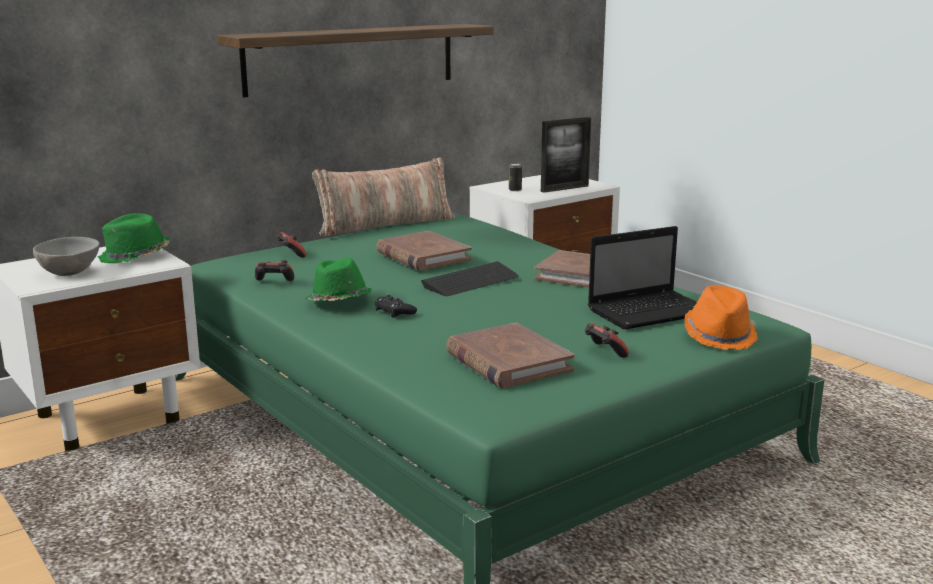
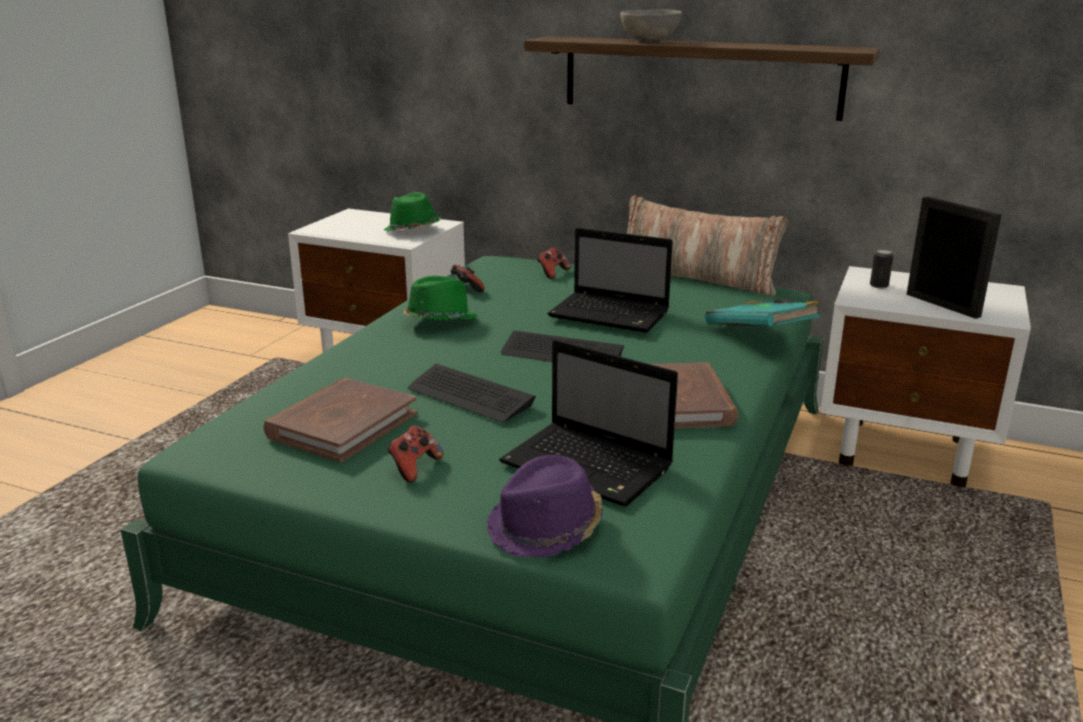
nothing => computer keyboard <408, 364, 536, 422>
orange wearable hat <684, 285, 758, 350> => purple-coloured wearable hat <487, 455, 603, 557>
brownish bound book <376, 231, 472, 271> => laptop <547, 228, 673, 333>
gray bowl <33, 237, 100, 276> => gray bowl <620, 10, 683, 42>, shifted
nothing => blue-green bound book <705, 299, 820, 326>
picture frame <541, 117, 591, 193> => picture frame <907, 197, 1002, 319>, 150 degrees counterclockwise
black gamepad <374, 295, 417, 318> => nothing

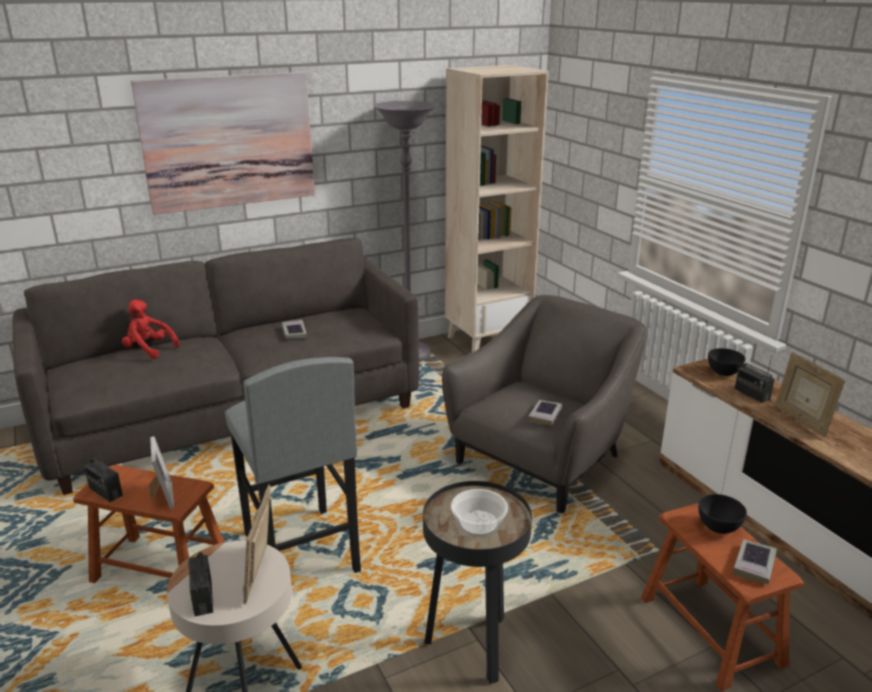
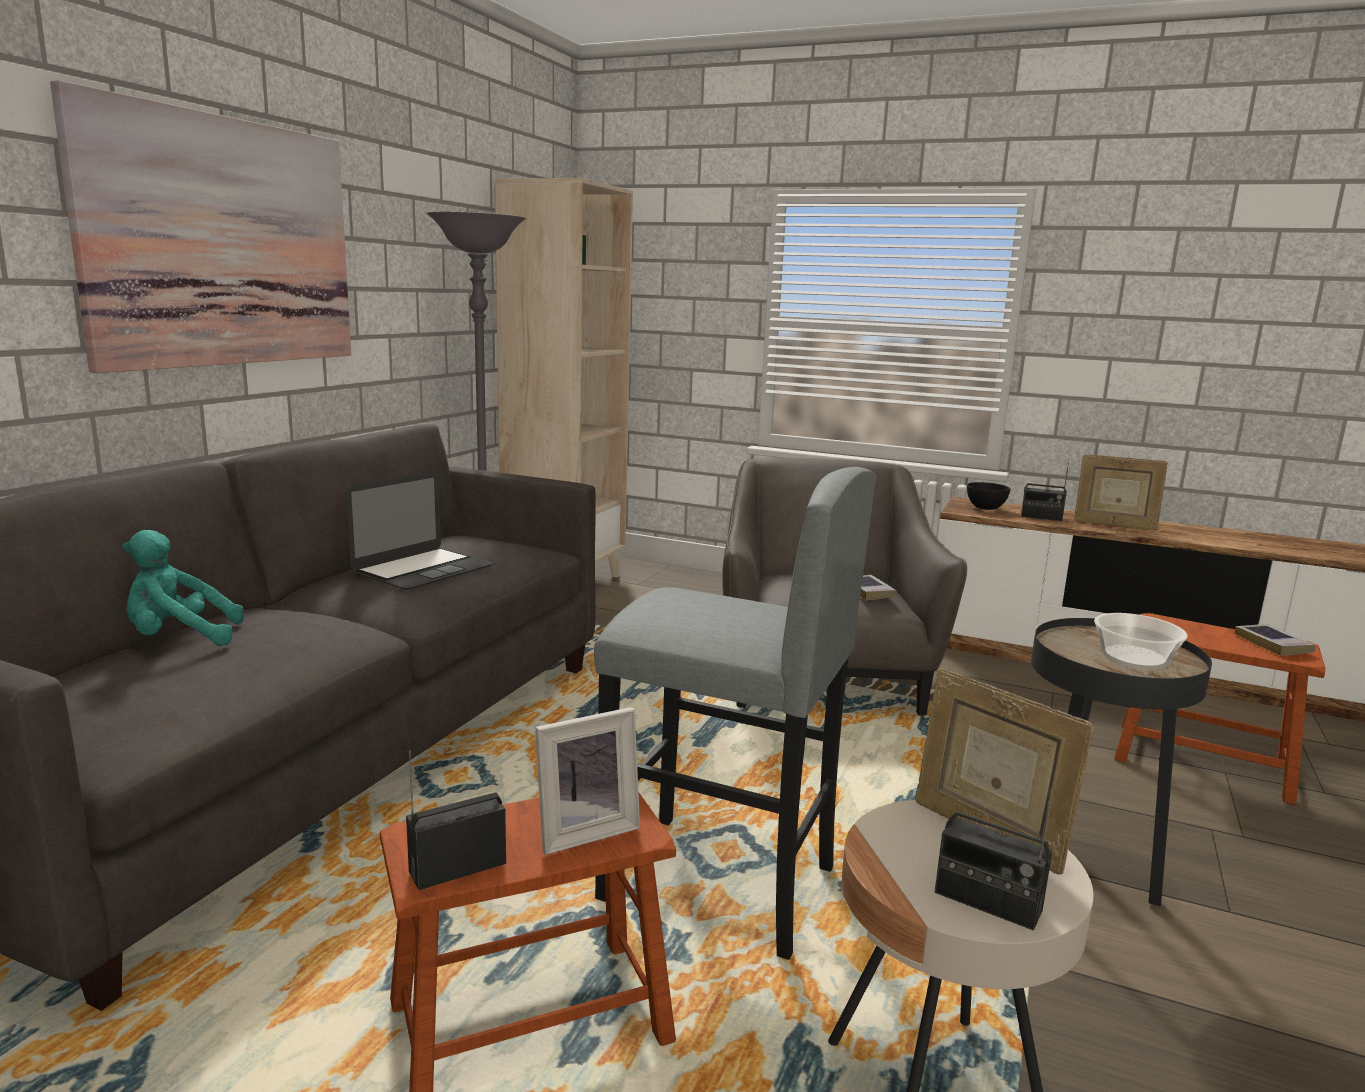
red cuddly toy <122, 300, 180, 359> => blue-green cuddly toy <122, 530, 244, 646>
bound book <282, 320, 307, 339> => laptop <346, 472, 493, 590>
radio set <84, 454, 123, 502> => radio set <406, 751, 506, 890>, 150 degrees clockwise
picture frame <149, 436, 174, 509> => picture frame <535, 707, 640, 855>, 120 degrees clockwise
black bowl <698, 494, 747, 534> => nothing

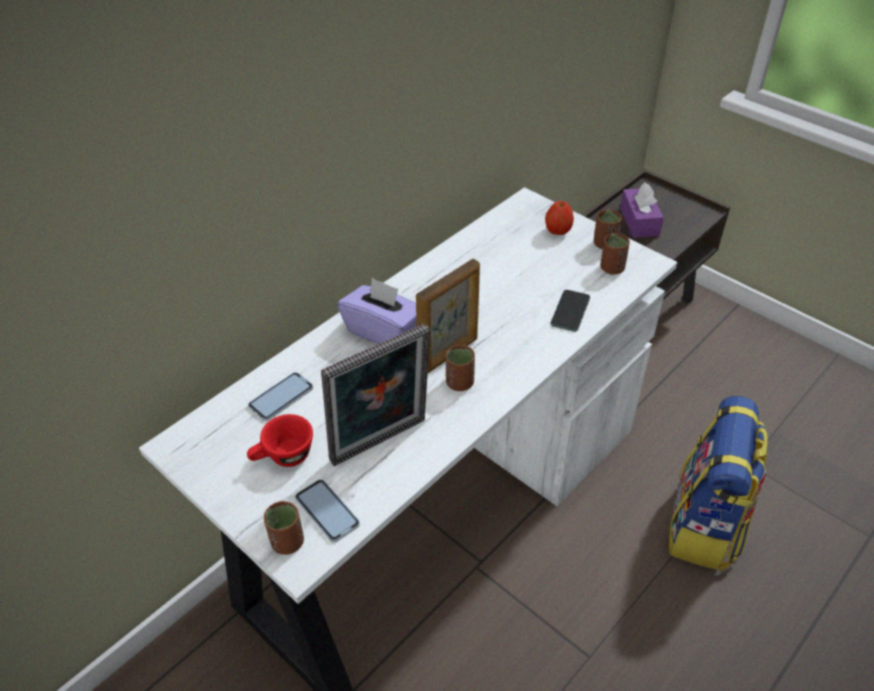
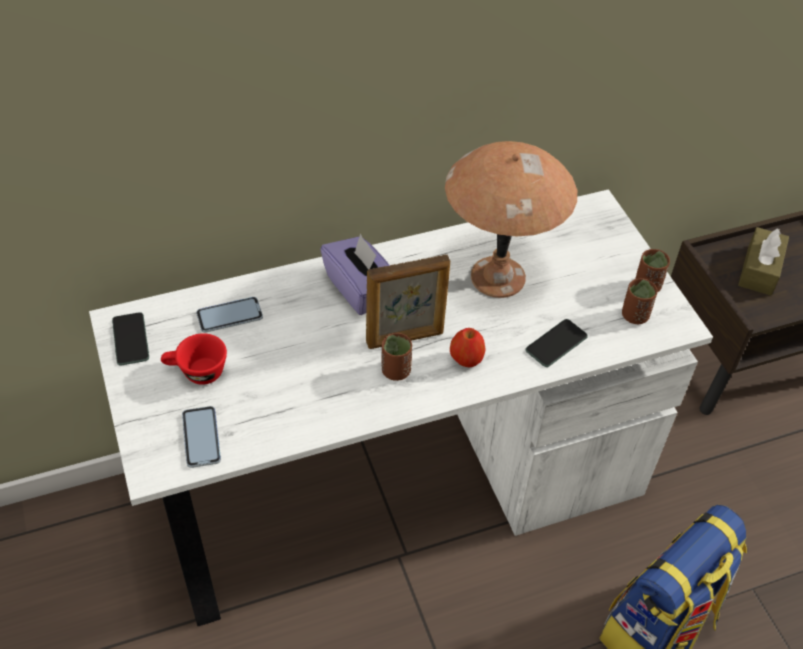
nothing => handset <112, 312, 149, 365>
nothing => brownish lamp for a table <445, 141, 577, 298>
whole apple <545, 201, 574, 235> => whole apple <450, 328, 486, 367>, shifted
purple-coloured tissue holder <620, 182, 664, 238> => brownish tissue holder <738, 227, 789, 296>
brownish small cup <264, 501, 304, 555> => nothing
picture frame <321, 324, 430, 466> => nothing

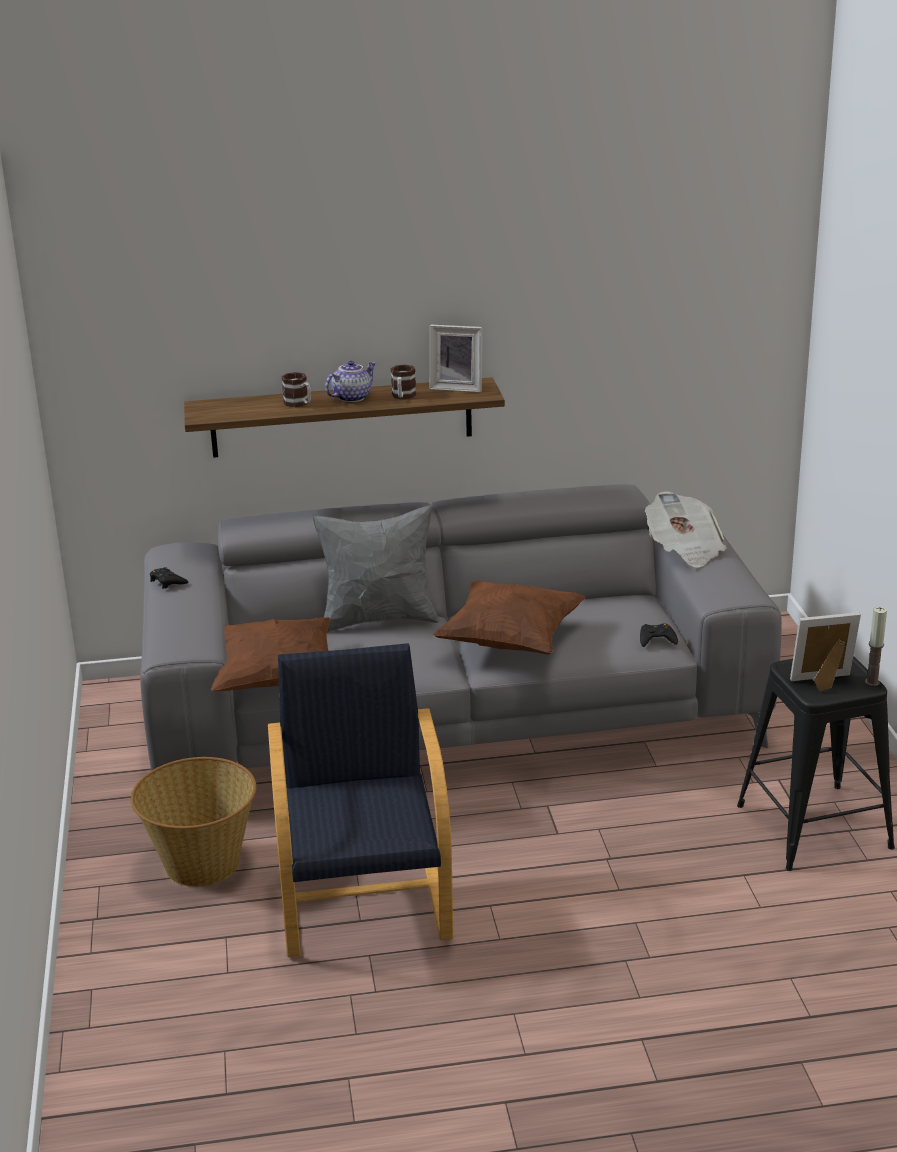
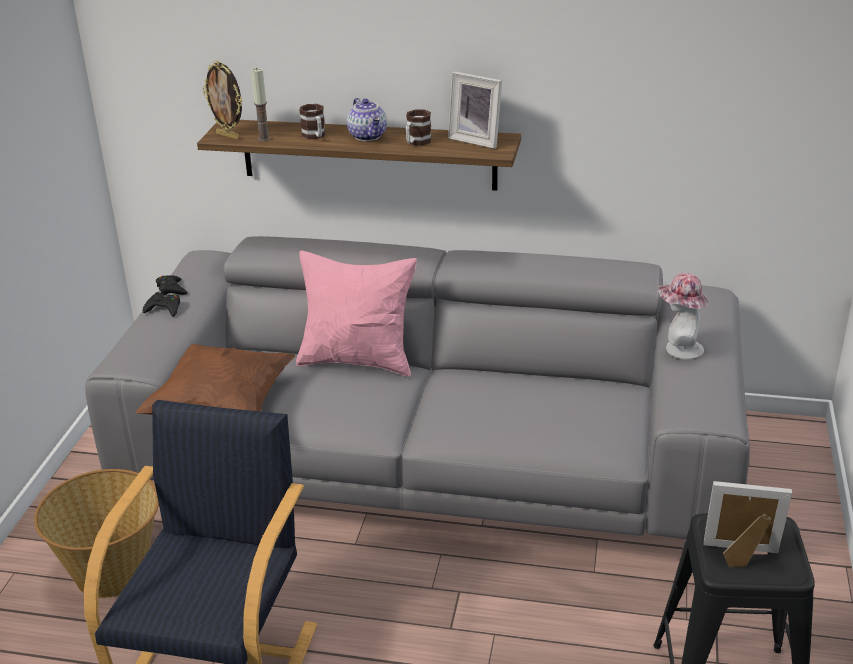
black gamepad <640, 624, 678, 647> => black gamepad <142, 292, 180, 317>, shifted
nothing => picture frame <203, 60, 242, 139>
wax light <865, 607, 887, 686> => wax light <251, 67, 270, 141>, shifted
gray pillow <313, 505, 439, 632> => pink pillow <296, 250, 417, 377>
teapot <325, 360, 376, 402> => teapot <347, 98, 387, 141>, 90 degrees clockwise
daily paper <645, 491, 727, 568> => wearable hat <658, 273, 708, 360>
brownish pillow <433, 581, 586, 655> => nothing

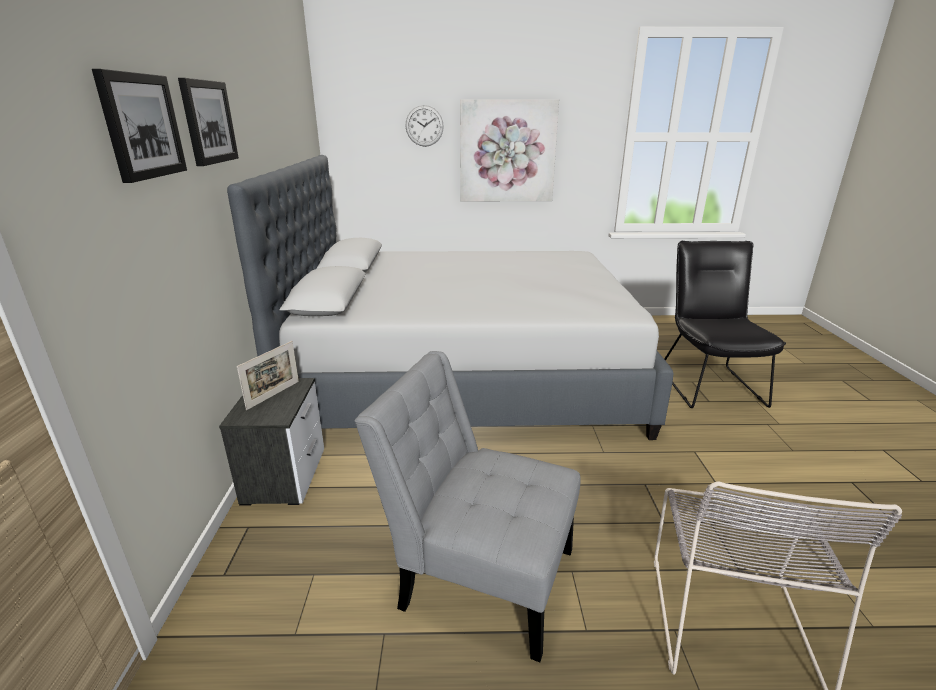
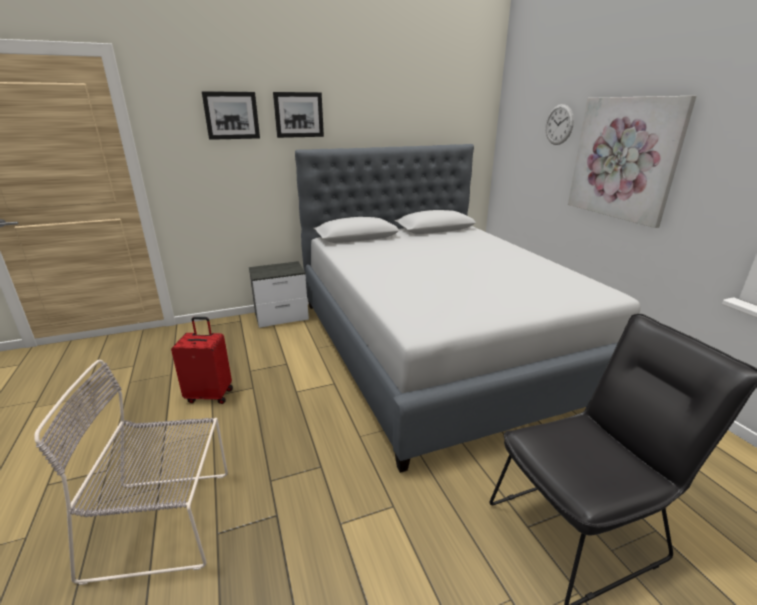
gray upright chair <355, 351, 581, 662> => red travel case <171, 317, 233, 404>
picture frame <237, 341, 299, 410> => nothing

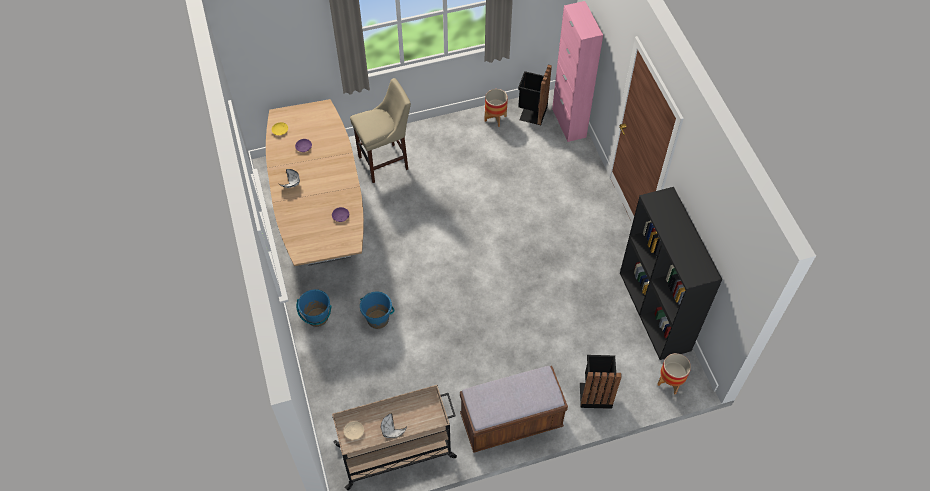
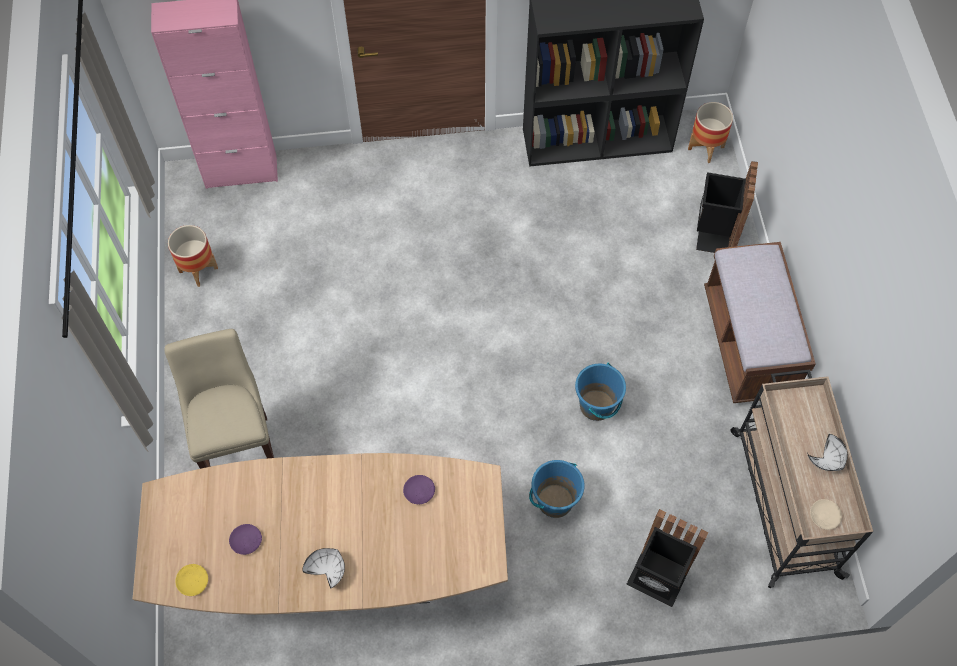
bluish water bucket <296, 289, 332, 327> => bluish water bucket <575, 363, 626, 421>, shifted
black trash can <518, 64, 552, 125> => black trash can <626, 509, 708, 607>, shifted

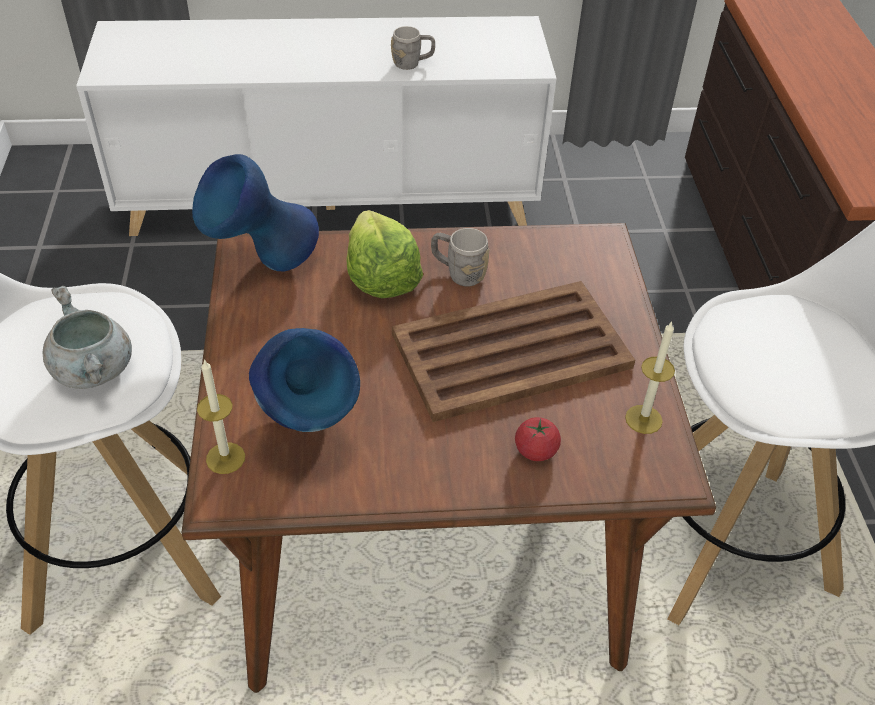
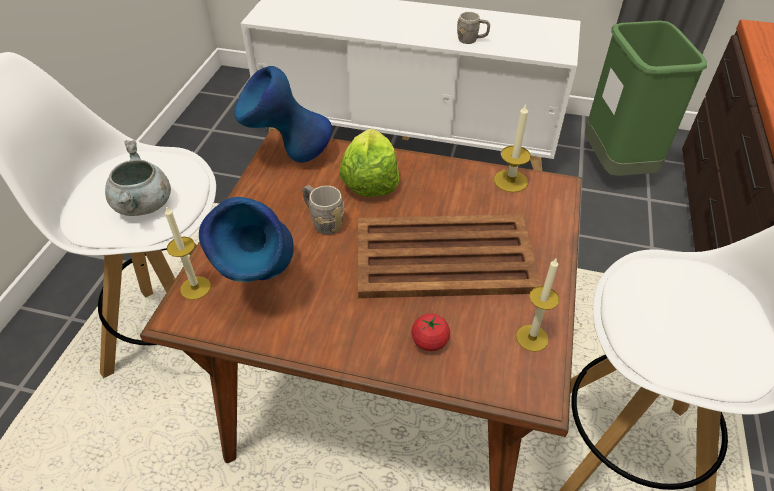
gray tea mug <431, 228, 490, 286> => gray tea mug <302, 185, 344, 235>, shifted
nothing => wax light <494, 103, 531, 192>
nothing => green trash can <585, 21, 707, 176>

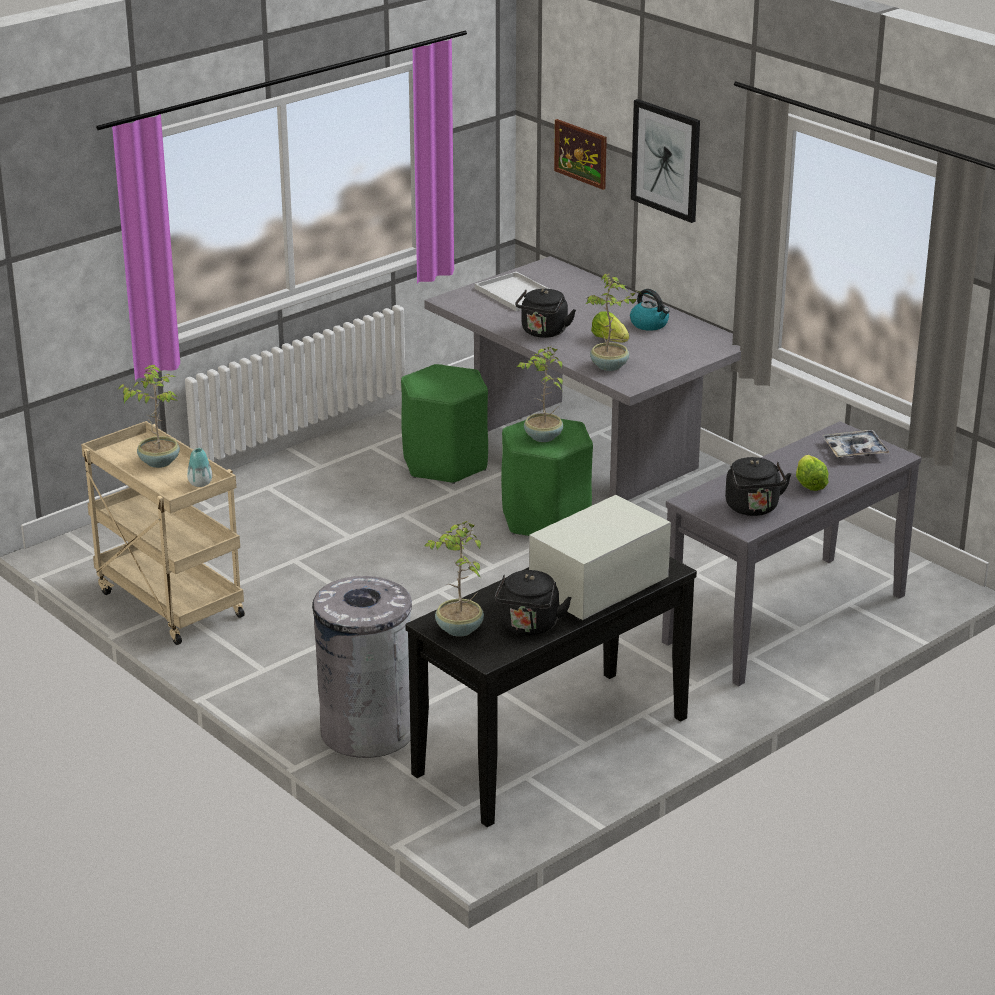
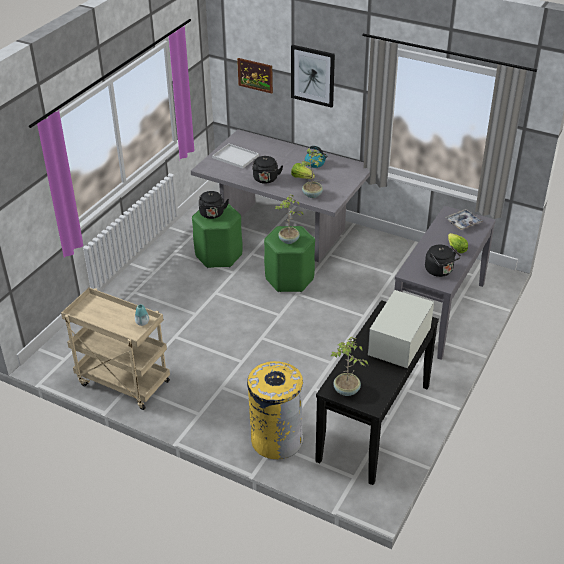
black water kettle <495, 570, 572, 636> => black water kettle <199, 191, 229, 219>, shifted
gray trash can <312, 576, 412, 758> => yellowish trash can <247, 361, 303, 459>
plant in a pot <118, 365, 180, 468> => nothing

